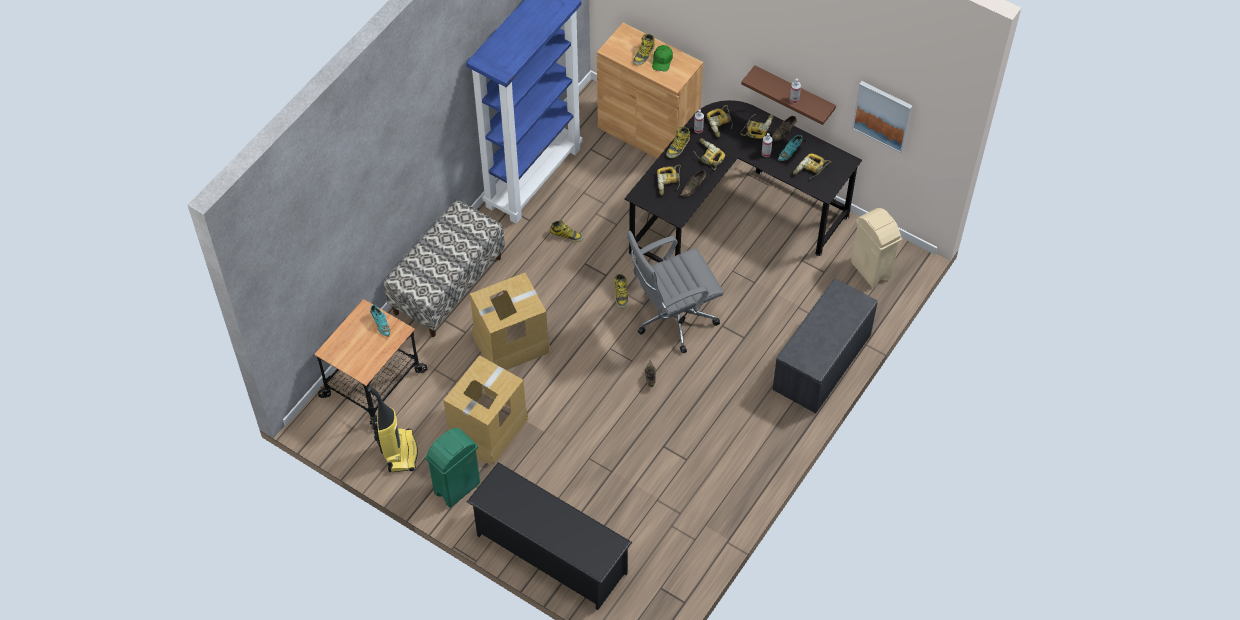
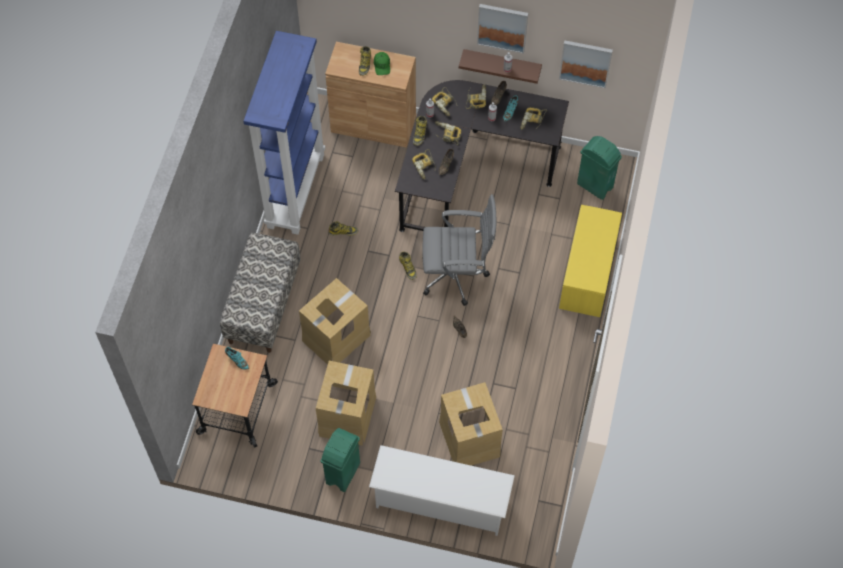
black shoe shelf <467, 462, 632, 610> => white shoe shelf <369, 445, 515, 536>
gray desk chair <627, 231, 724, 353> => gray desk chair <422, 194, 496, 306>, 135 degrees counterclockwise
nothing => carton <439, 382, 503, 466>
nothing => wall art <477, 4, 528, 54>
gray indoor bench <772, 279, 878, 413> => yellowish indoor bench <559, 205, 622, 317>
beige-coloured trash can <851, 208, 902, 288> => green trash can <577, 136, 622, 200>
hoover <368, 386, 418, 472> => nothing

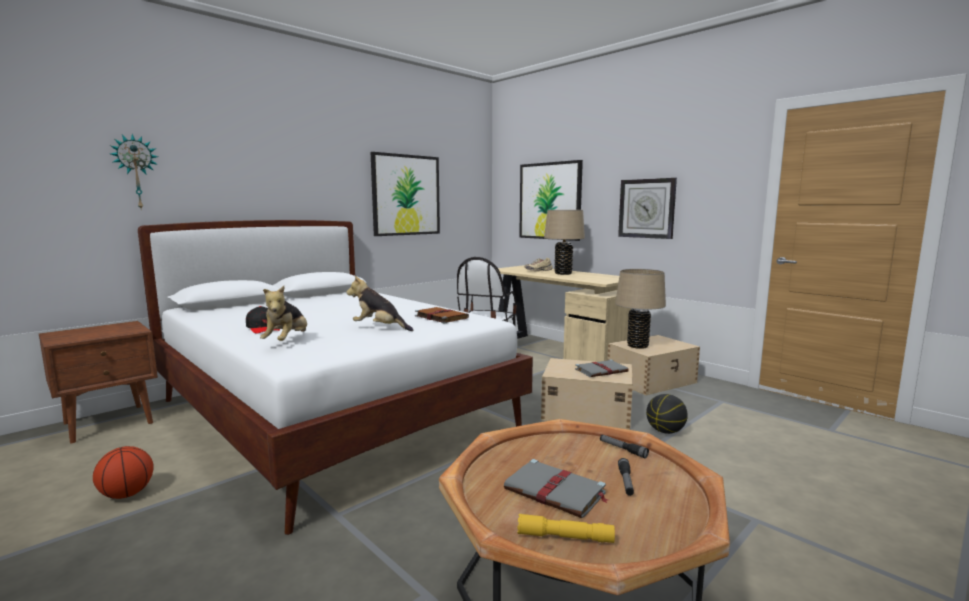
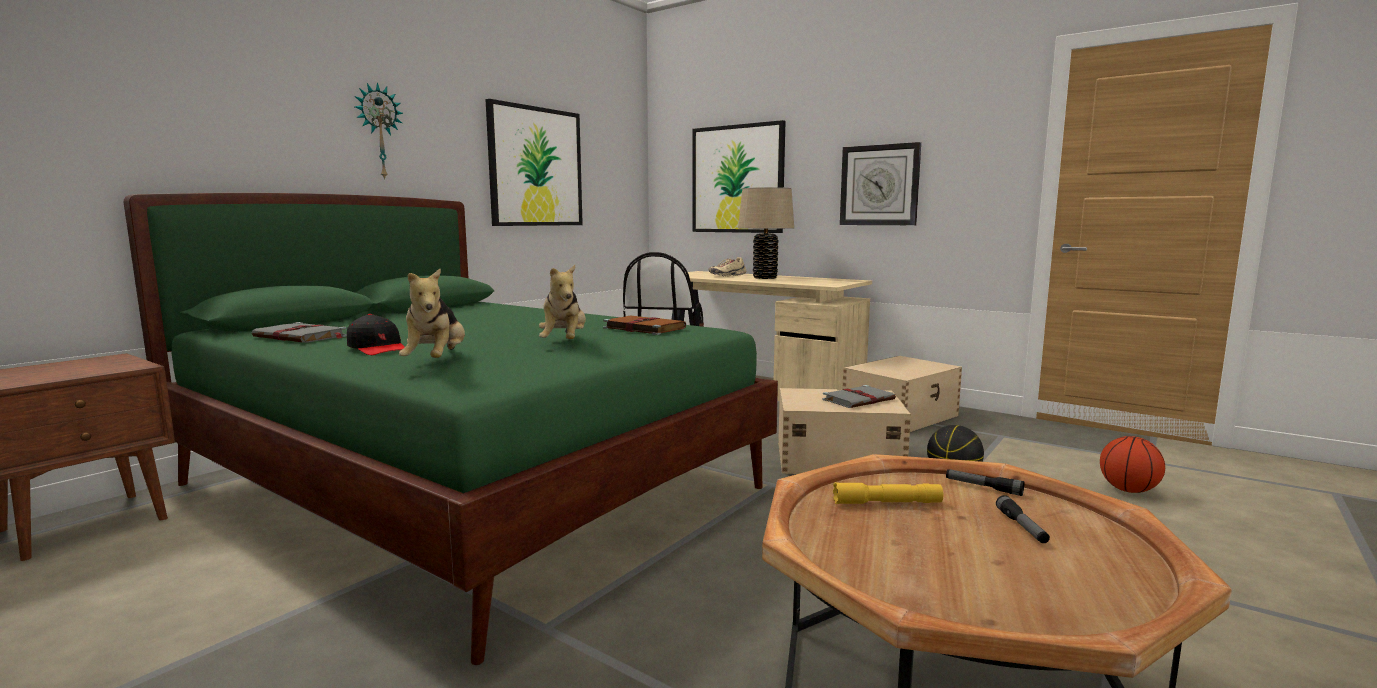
white sleeping bed <138, 220, 533, 535> => green sleeping bed <124, 193, 778, 665>
gray bound book <504, 459, 608, 518> => gray bound book <252, 322, 347, 343>, shifted
wall clock <110, 134, 158, 208> => wall clock <354, 82, 403, 180>, shifted
cuddly toy <346, 276, 413, 331> => cuddly toy <539, 265, 586, 339>, 105 degrees counterclockwise
yellowish hand torch <517, 514, 615, 543> => yellowish hand torch <833, 482, 943, 504>, shifted
ball for basketball <93, 446, 154, 499> => ball for basketball <1100, 436, 1165, 493>, shifted
beige-coloured lamp for a table <615, 269, 666, 349> => nothing

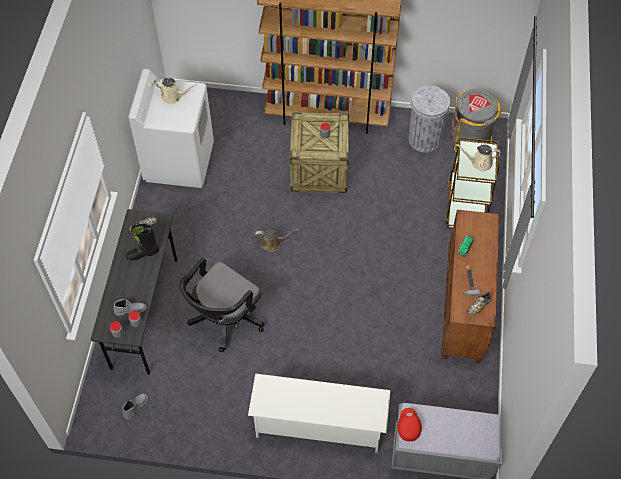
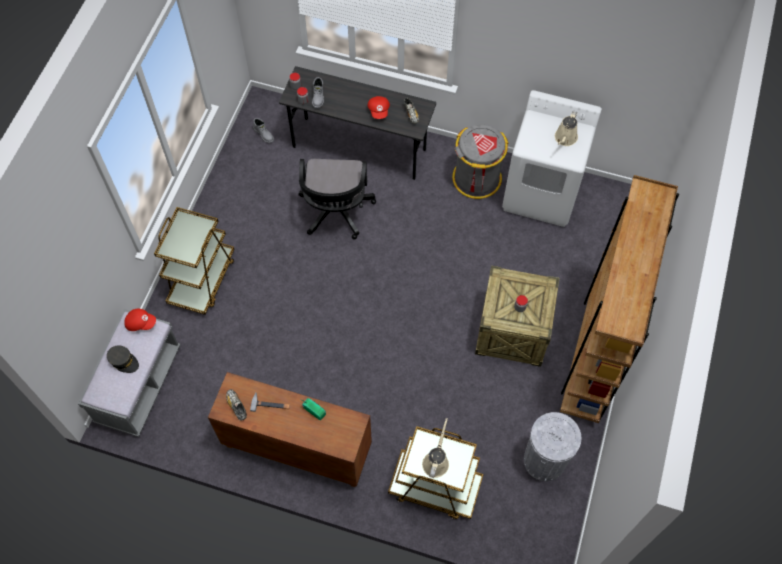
nothing => gray peaked cap <107, 346, 139, 373>
white shoe shelf <248, 373, 391, 453> => brownish cart <154, 207, 234, 315>
black desk chair <180, 257, 264, 352> => black desk chair <299, 159, 376, 239>, 135 degrees counterclockwise
black high-top boot <125, 223, 159, 260> => red peaked cap <368, 96, 390, 119>
gray trash can <451, 89, 501, 152> => gray trash can <452, 124, 509, 199>, shifted
brownish sprinkling can <255, 227, 299, 252> => nothing

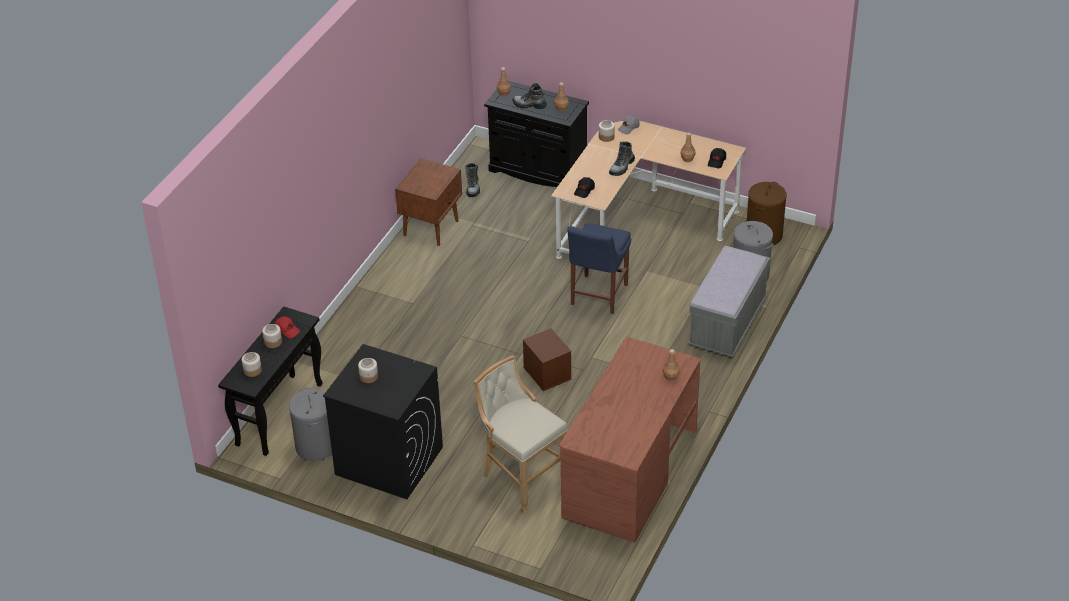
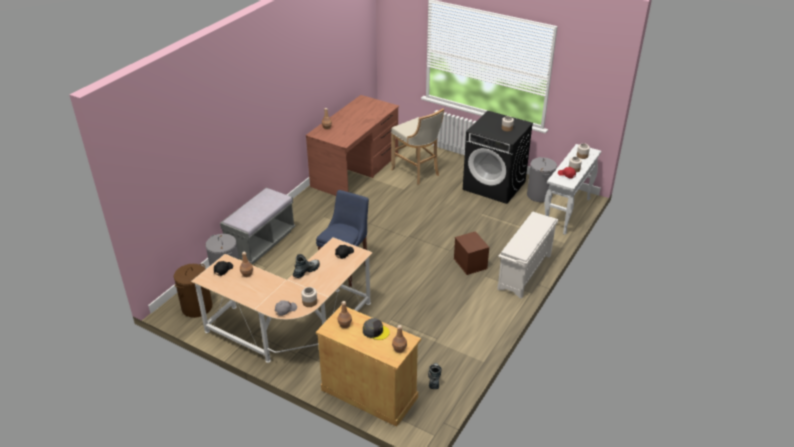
black cabinet <484, 81, 589, 187> => beige-coloured cabinet <316, 305, 421, 427>
high-top boot <512, 83, 547, 109> => gray peaked cap <363, 318, 390, 340>
brownish storage bin <523, 328, 572, 391> => brownish storage bin <454, 231, 489, 275>, shifted
nothing => white shoe shelf <497, 212, 558, 299>
black narrow table <218, 306, 323, 456> => white narrow table <545, 144, 601, 235>
brownish bedside table <395, 158, 462, 246> => nothing

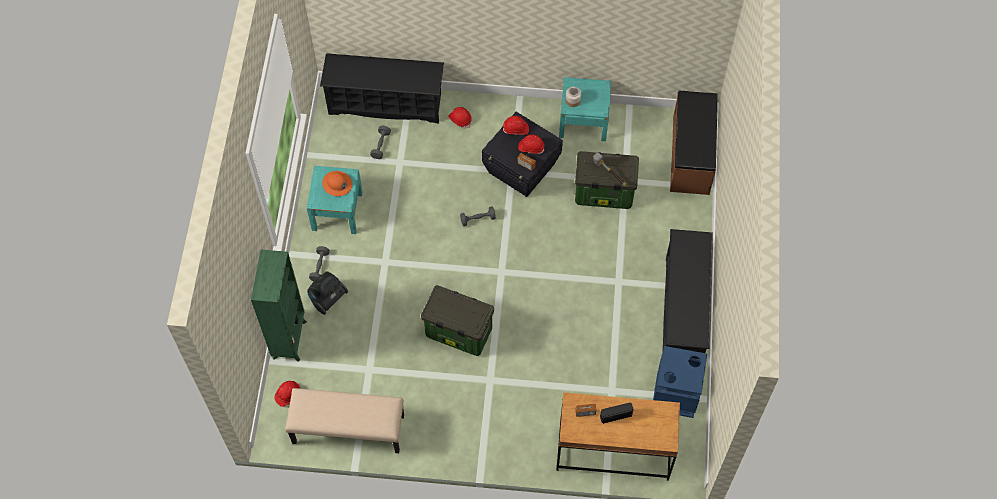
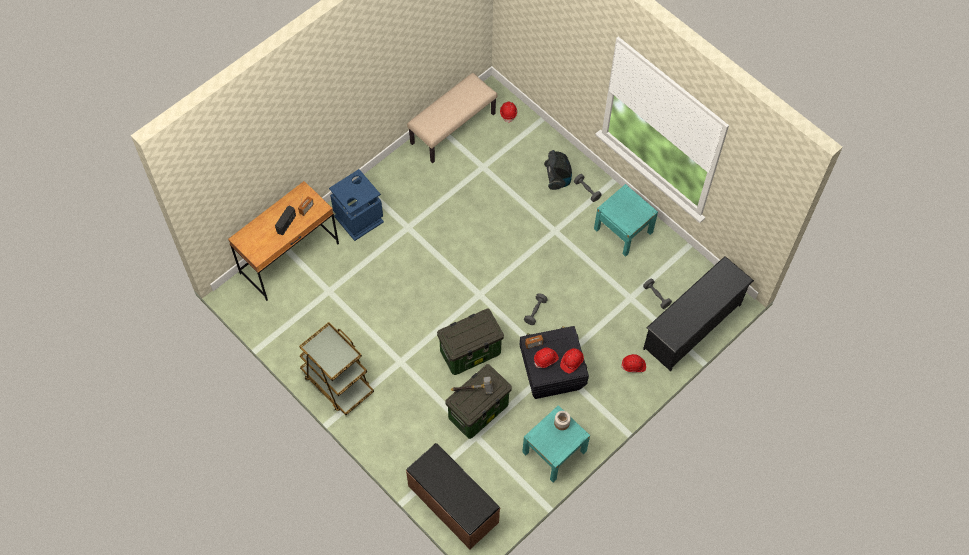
black shoe shelf <662, 229, 713, 359> => brownish cart <299, 322, 374, 415>
bluish trash can <653, 346, 707, 418> => bluish trash can <329, 169, 384, 241>, shifted
storage bin <421, 285, 494, 356> => storage bin <437, 309, 504, 375>, shifted
green bookcase <251, 250, 307, 362> => nothing
orange hard hat <322, 171, 352, 196> => nothing

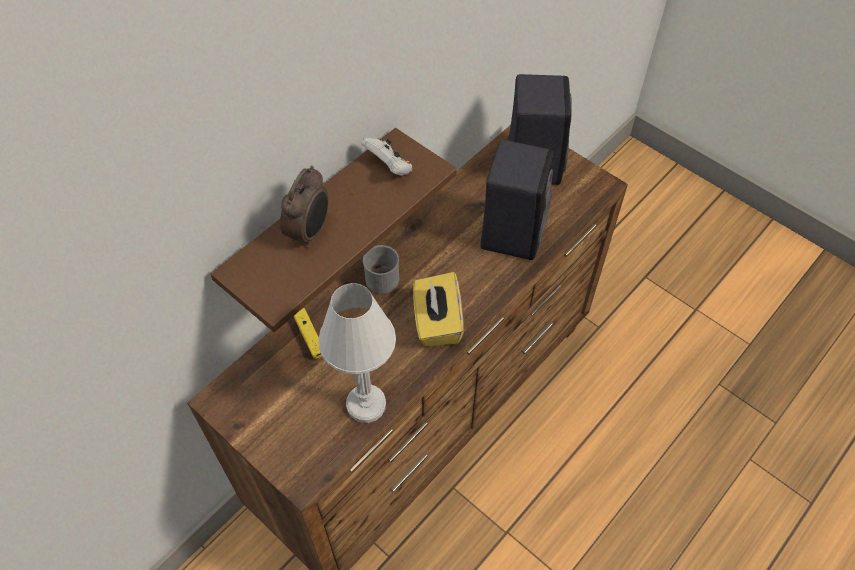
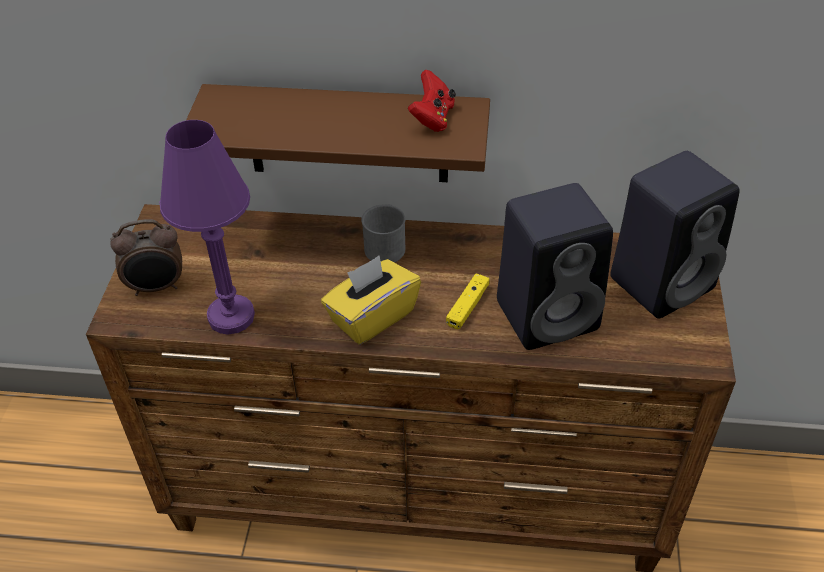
alarm clock <280, 166, 328, 248> => alarm clock <111, 219, 182, 296>, shifted
white lamp for a table <318, 283, 396, 423> => purple-coloured lamp for a table <159, 120, 255, 335>
white gamepad <361, 137, 412, 176> => red gamepad <408, 70, 456, 132>
yellowish gamepad <293, 308, 322, 359> => yellowish gamepad <446, 273, 490, 329>, shifted

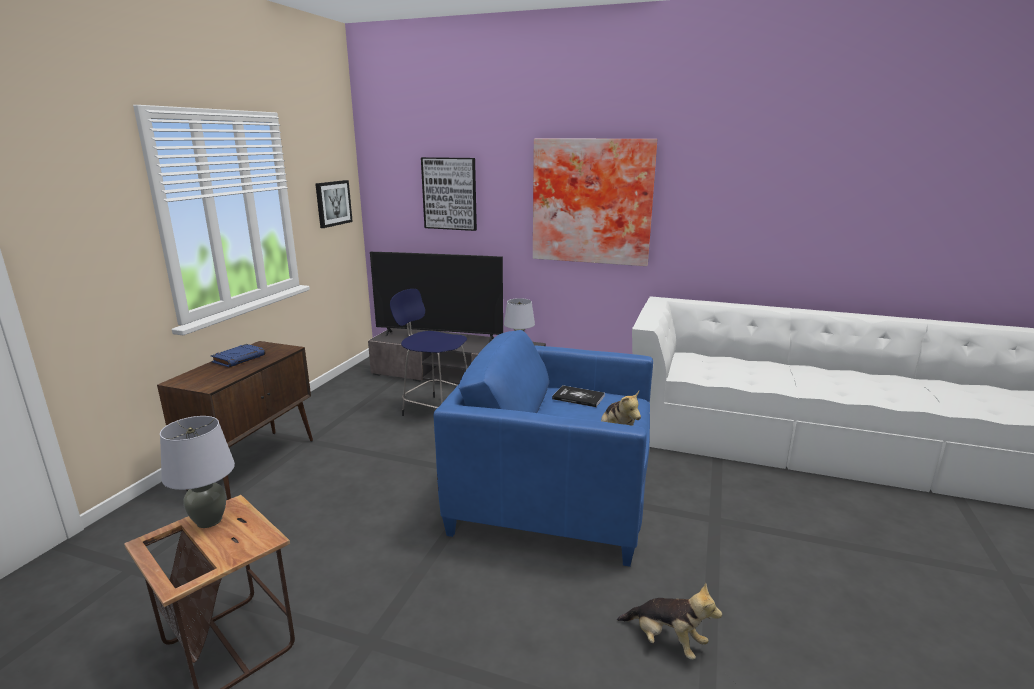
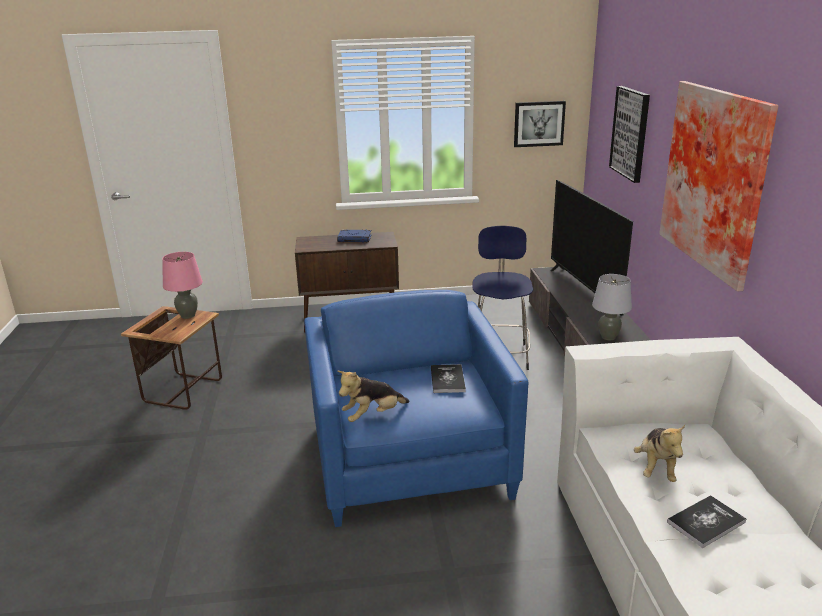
gray lamp for a table <160, 416, 235, 528> => pink lamp for a table <162, 252, 203, 319>
cuddly toy <617, 583, 722, 660> => cuddly toy <634, 425, 685, 482>, shifted
nothing => bound book <667, 495, 746, 548>

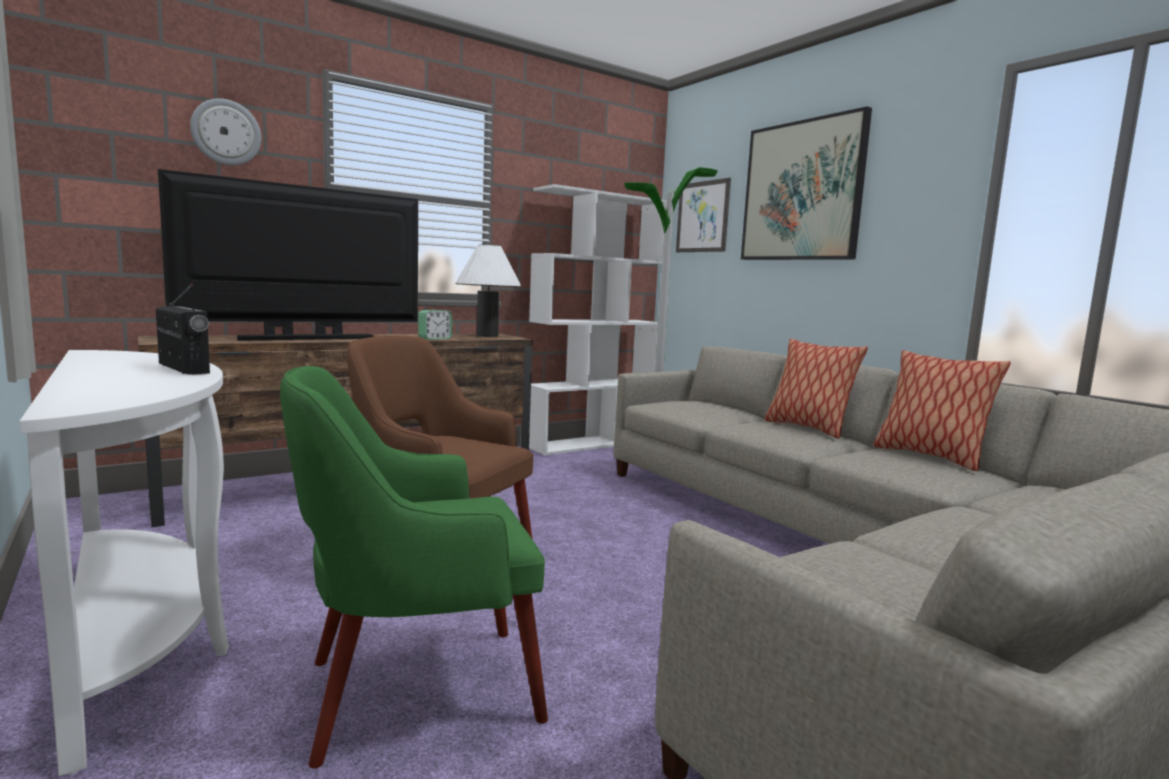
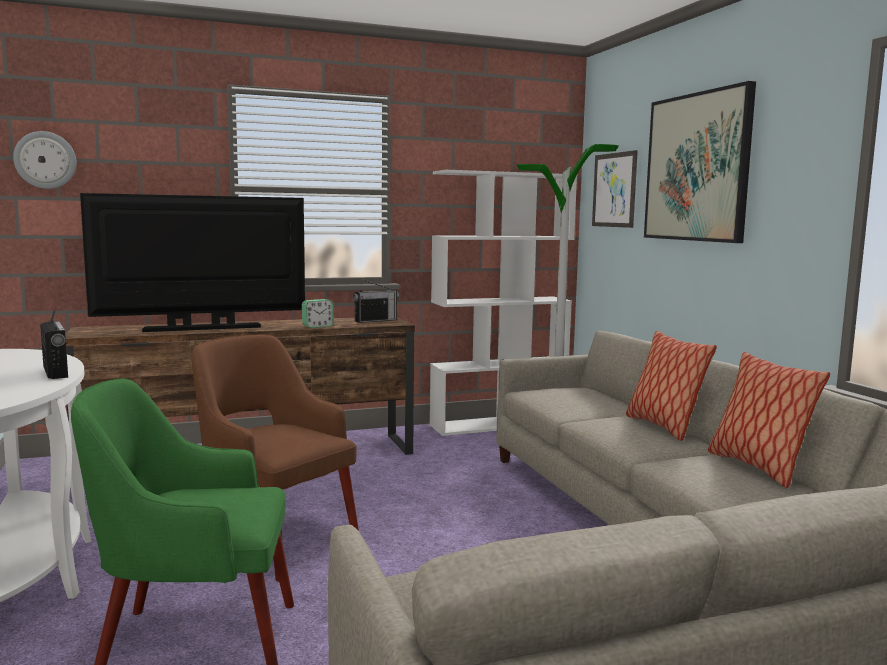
wall clock <190, 98, 262, 166> => wall clock <13, 131, 77, 189>, shifted
white lamp for a table <455, 244, 521, 337> => radio set <353, 279, 399, 323>

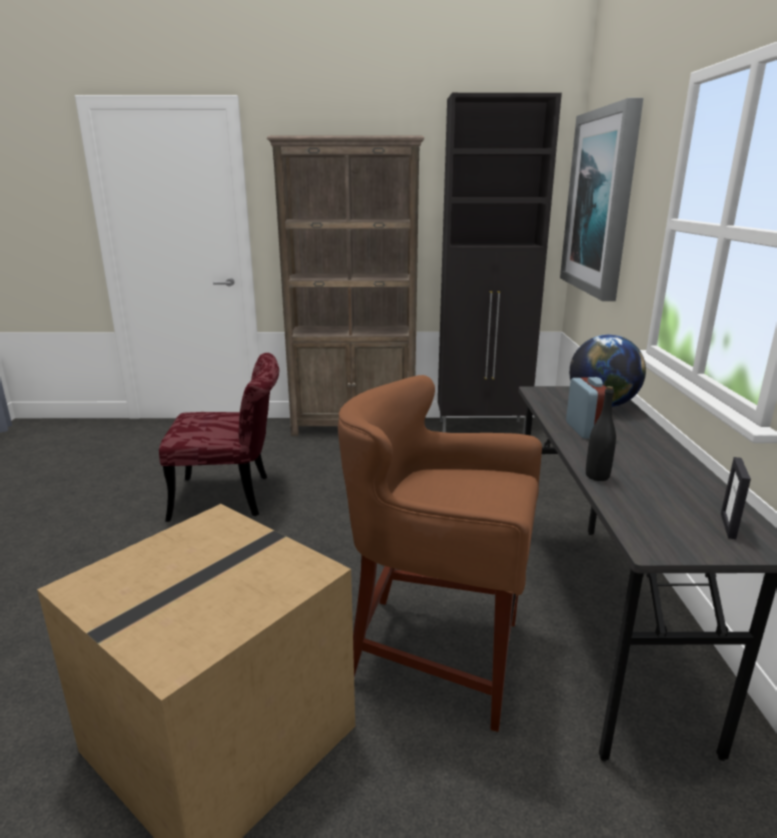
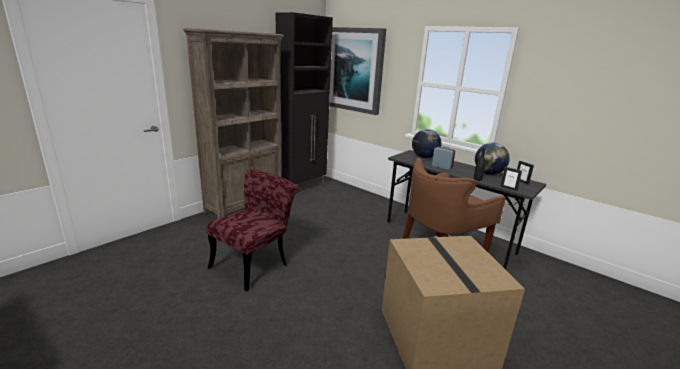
nothing => world globe <475, 143, 510, 175>
nothing => picture frame <500, 167, 522, 191>

